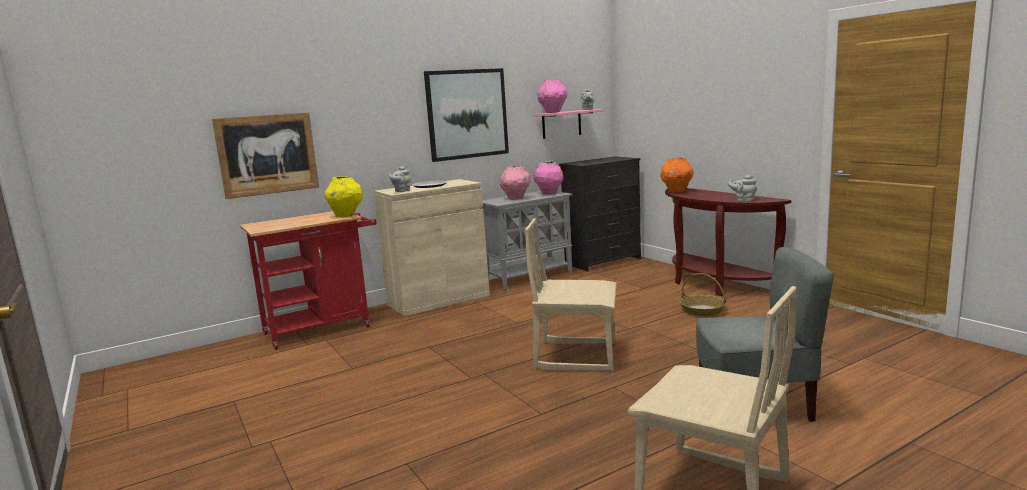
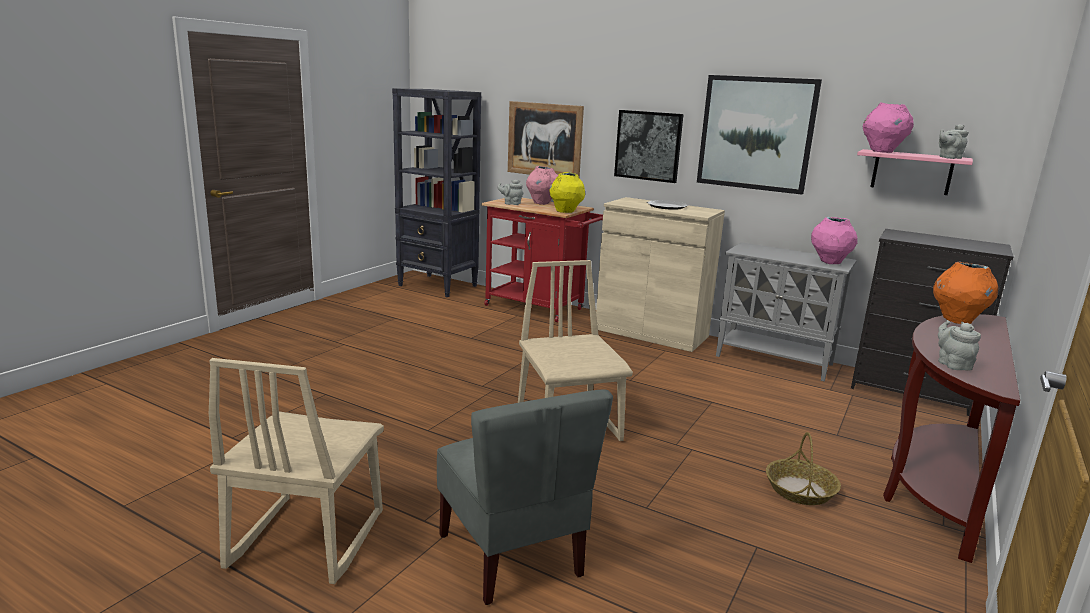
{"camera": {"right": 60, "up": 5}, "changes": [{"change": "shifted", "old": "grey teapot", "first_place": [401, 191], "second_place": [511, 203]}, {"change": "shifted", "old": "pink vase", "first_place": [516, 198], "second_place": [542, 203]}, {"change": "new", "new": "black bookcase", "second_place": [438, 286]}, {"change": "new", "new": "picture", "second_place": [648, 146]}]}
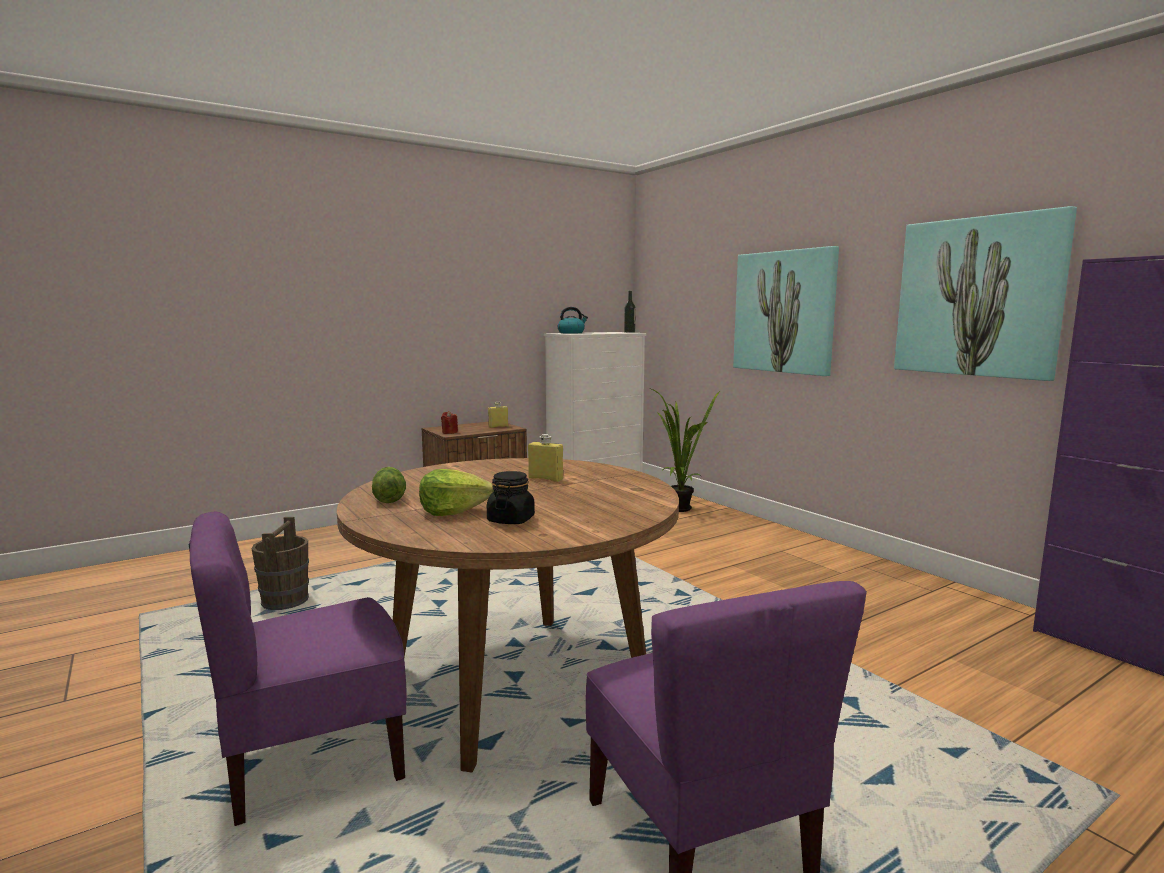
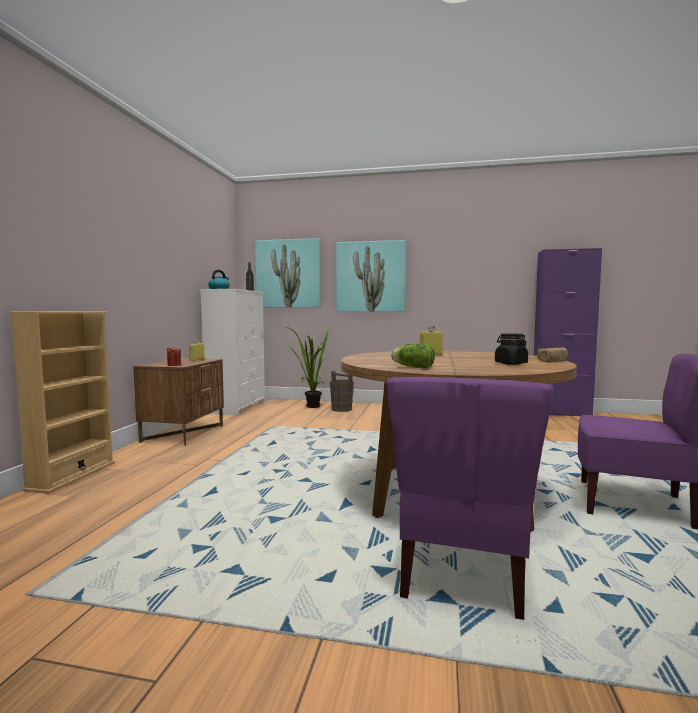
{"camera": {"right": -45, "up": -5}, "changes": [{"change": "shifted", "old": "brown bucket", "first_place": [285, 601], "second_place": [341, 409]}, {"change": "gone", "old": "lettuce", "first_place": [453, 511]}, {"change": "shifted", "old": "picture", "first_place": [978, 297], "second_place": [288, 274]}, {"change": "new", "new": "beige bookcase", "second_place": [72, 476]}, {"change": "new", "new": "bread", "second_place": [553, 361]}]}
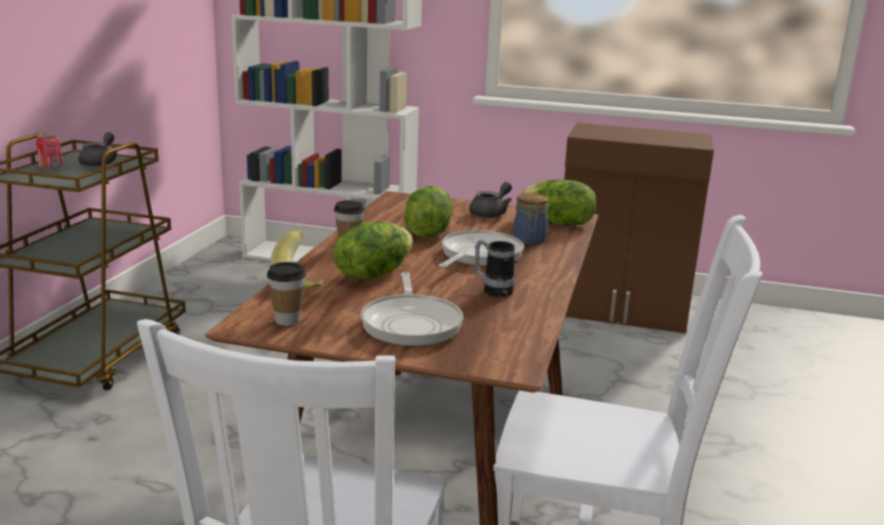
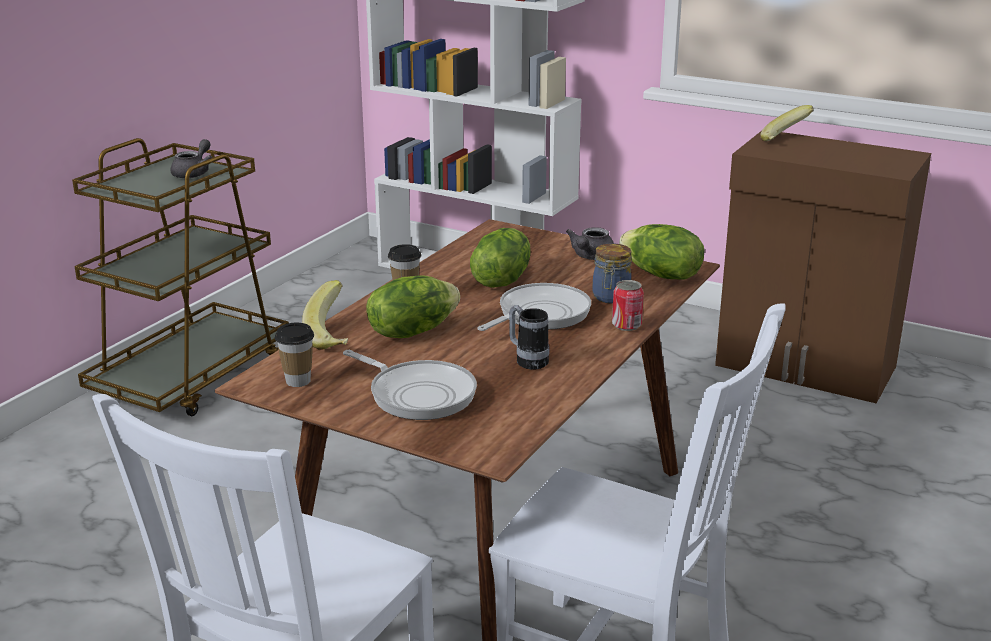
{"camera": {"right": 15, "up": 5}, "changes": [{"change": "shifted", "old": "can", "first_place": [51, 167], "second_place": [626, 325]}, {"change": "rotated", "old": "frying pan", "first_place": [411, 323], "second_place": [418, 394], "degrees": -60}, {"change": "rotated", "old": "grey teapot", "first_place": [491, 213], "second_place": [590, 257], "degrees": 150}, {"change": "new", "new": "banana", "second_place": [785, 140]}]}
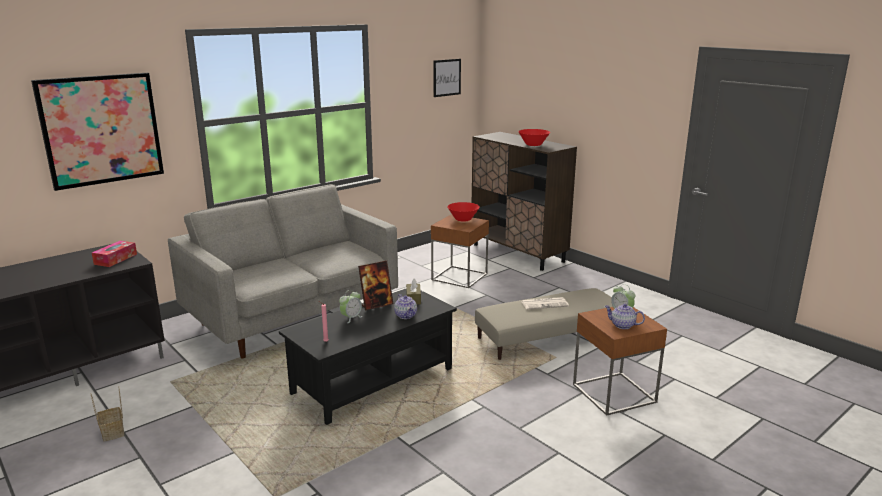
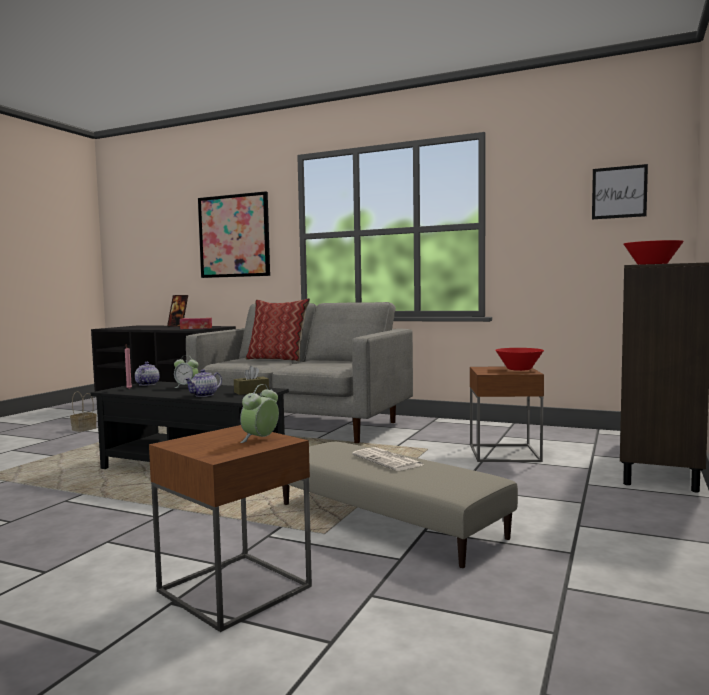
{"camera": {"right": 65, "up": -15}, "changes": [{"change": "shifted", "old": "picture frame", "first_place": [376, 304], "second_place": [178, 326]}, {"change": "shifted", "old": "teapot", "first_place": [622, 325], "second_place": [147, 384]}, {"change": "new", "new": "pillow", "second_place": [278, 359]}]}
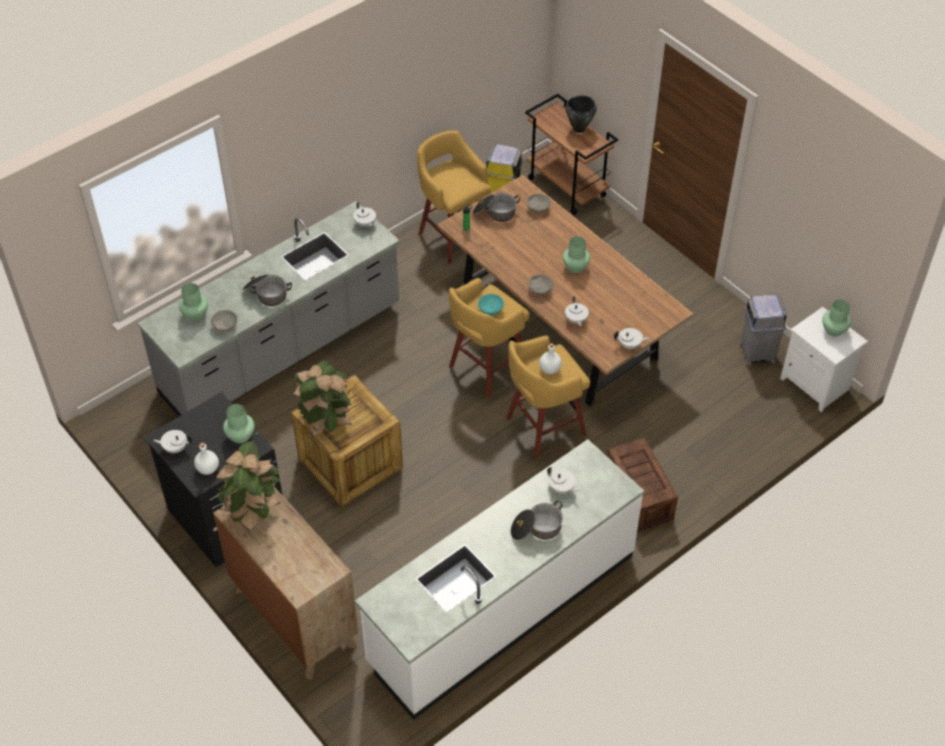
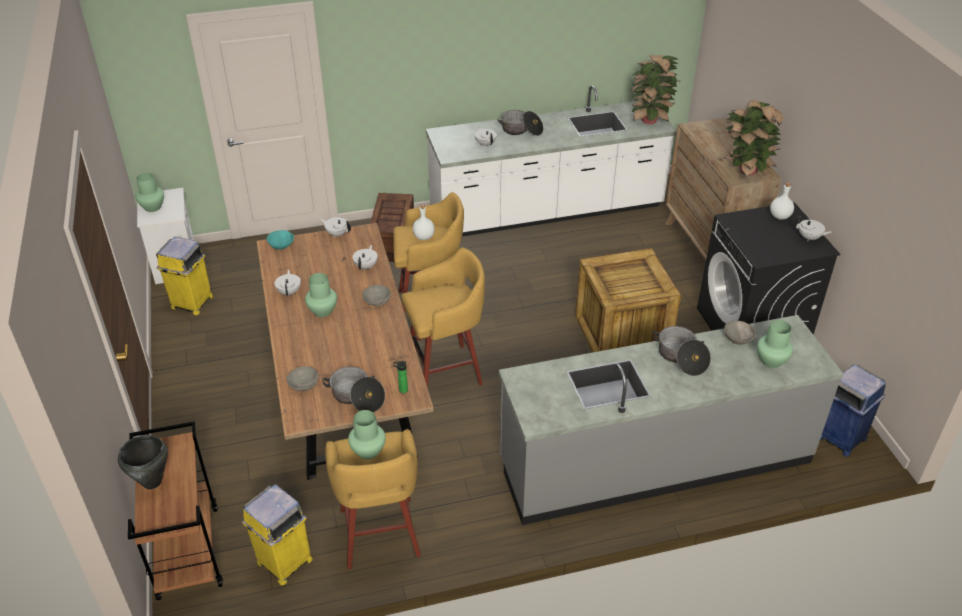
{"camera": {"right": -155, "up": -10}, "changes": [{"change": "shifted", "old": "green vase", "first_place": [240, 436], "second_place": [368, 451]}, {"change": "shifted", "old": "potted plant", "first_place": [325, 421], "second_place": [650, 121]}, {"change": "shifted", "old": "white teapot", "first_place": [365, 224], "second_place": [289, 292]}, {"change": "shifted", "old": "turquoise bowl", "first_place": [491, 309], "second_place": [281, 245]}, {"change": "repainted", "old": "grey trash can", "new": "yellow trash can", "first_place": [757, 352], "second_place": [191, 303]}, {"change": "new", "new": "blue trash can", "second_place": [840, 437]}]}
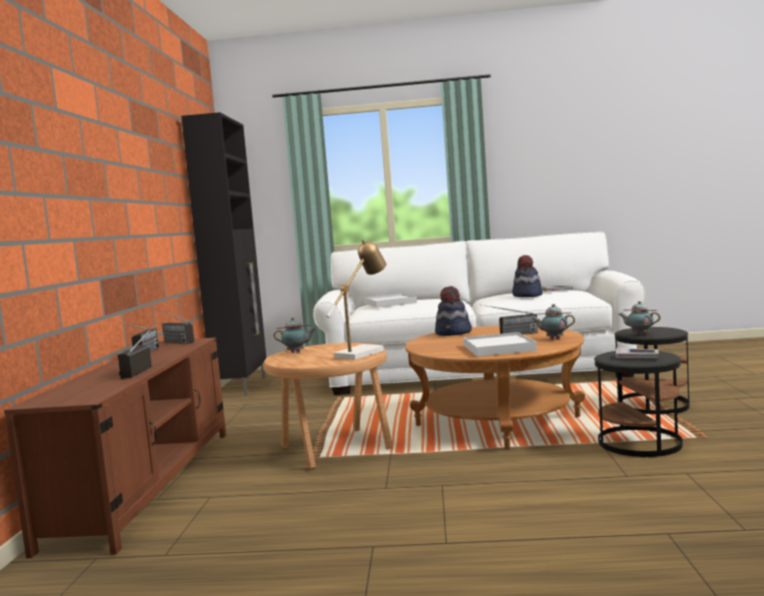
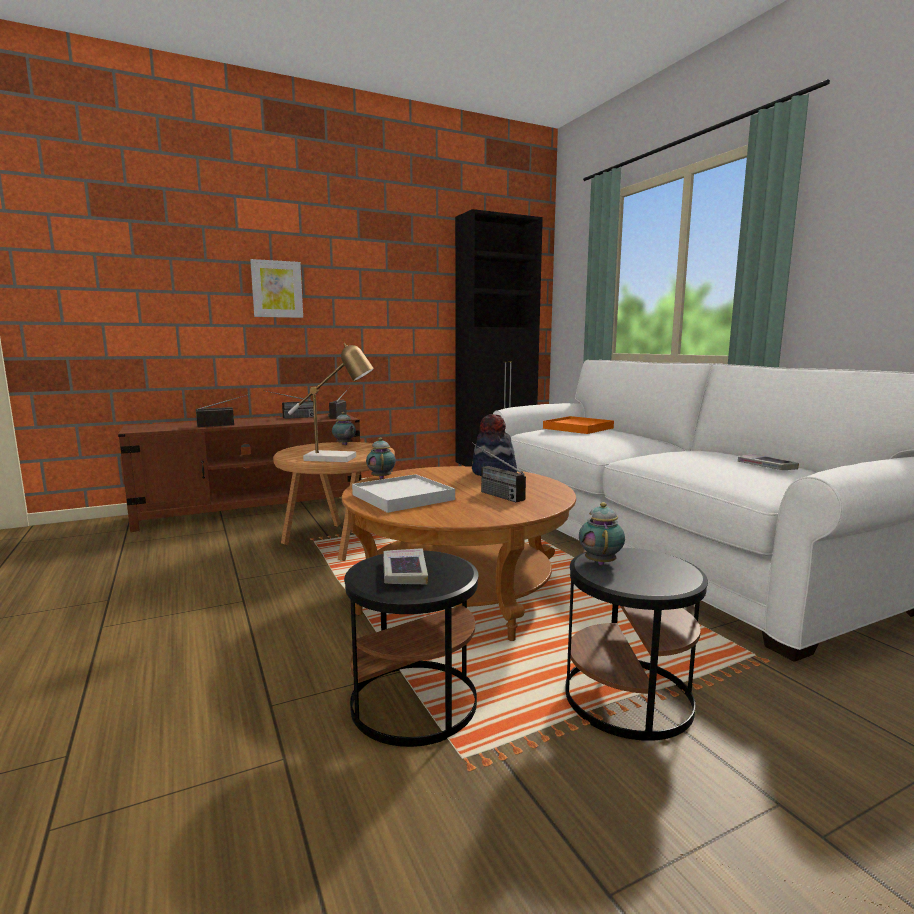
{"camera": {"right": 60, "up": 5}, "changes": [{"change": "repainted", "old": "white tray", "new": "orange tray", "first_place": [390, 303], "second_place": [578, 428]}, {"change": "gone", "old": "hat", "first_place": [527, 295]}, {"change": "shifted", "old": "teapot", "first_place": [553, 339], "second_place": [381, 478]}, {"change": "new", "new": "picture", "second_place": [277, 289]}]}
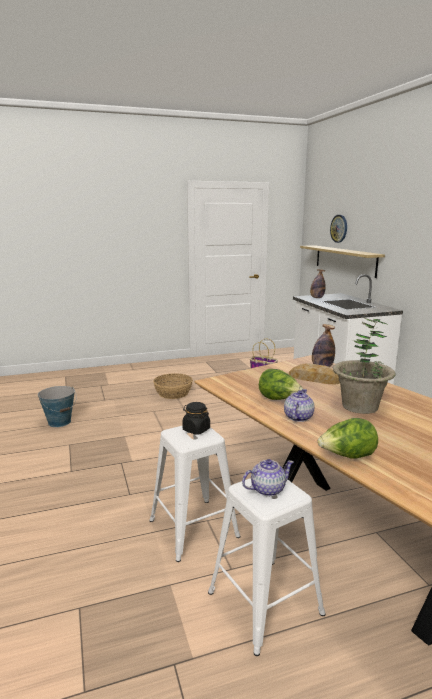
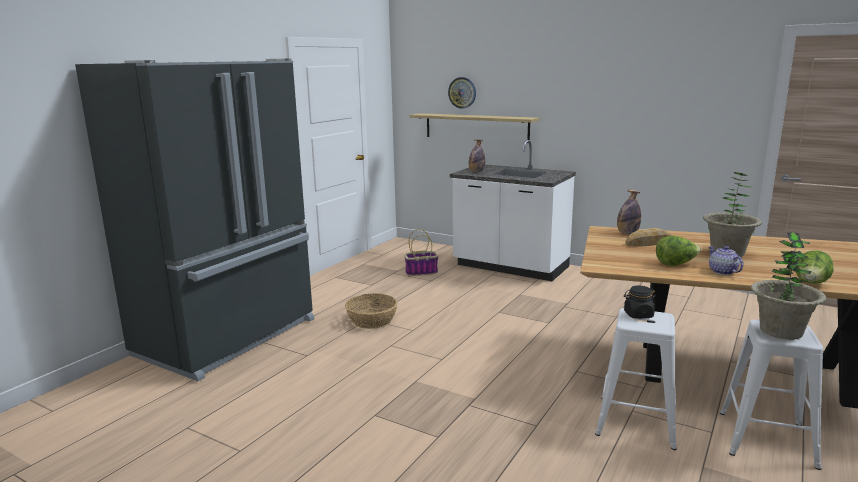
{"camera": {"right": -40, "up": 0}, "changes": [{"change": "gone", "old": "bucket", "first_place": [59, 422]}, {"change": "swapped", "old": "teapot", "new": "potted plant", "first_place": [267, 489], "second_place": [780, 331]}, {"change": "new", "new": "black fridge", "second_place": [230, 337]}]}
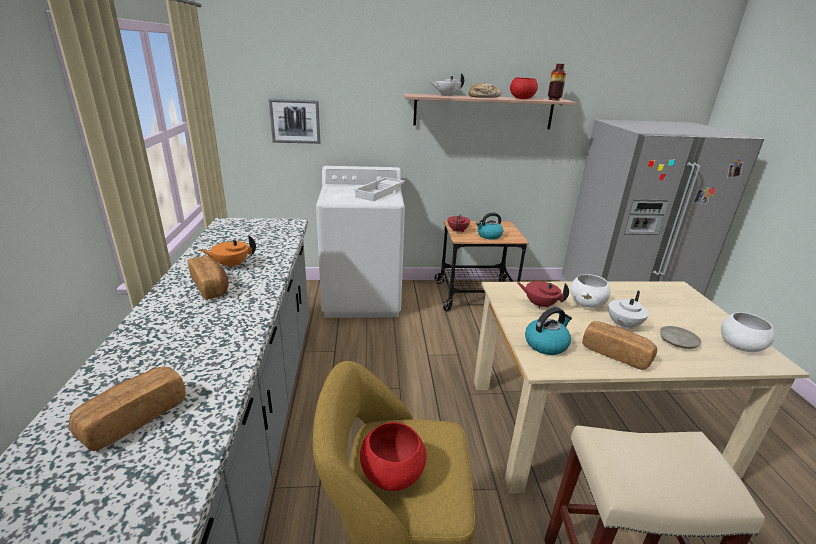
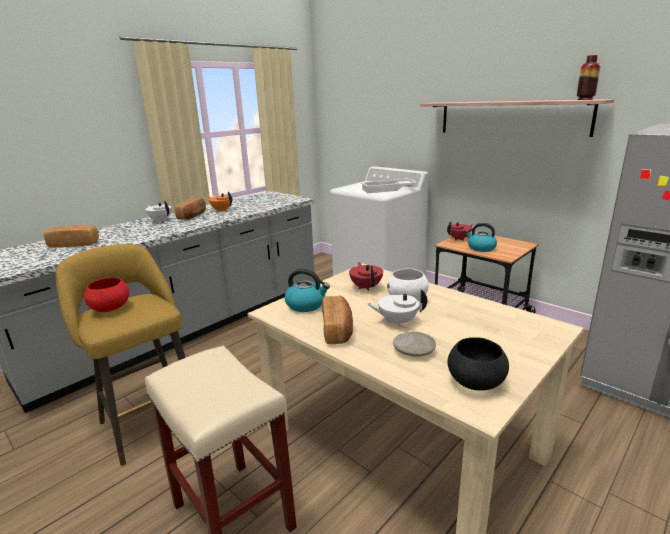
{"camera": {"right": 50, "up": -5}, "changes": [{"change": "gone", "old": "picture", "first_place": [295, 121]}, {"change": "shifted", "old": "white teapot", "first_place": [446, 95], "second_place": [160, 220]}, {"change": "gone", "old": "bread", "first_place": [483, 97]}, {"change": "gone", "old": "red bowl", "first_place": [522, 98]}, {"change": "repainted", "old": "white bowl", "new": "black bowl", "first_place": [739, 346], "second_place": [475, 382]}]}
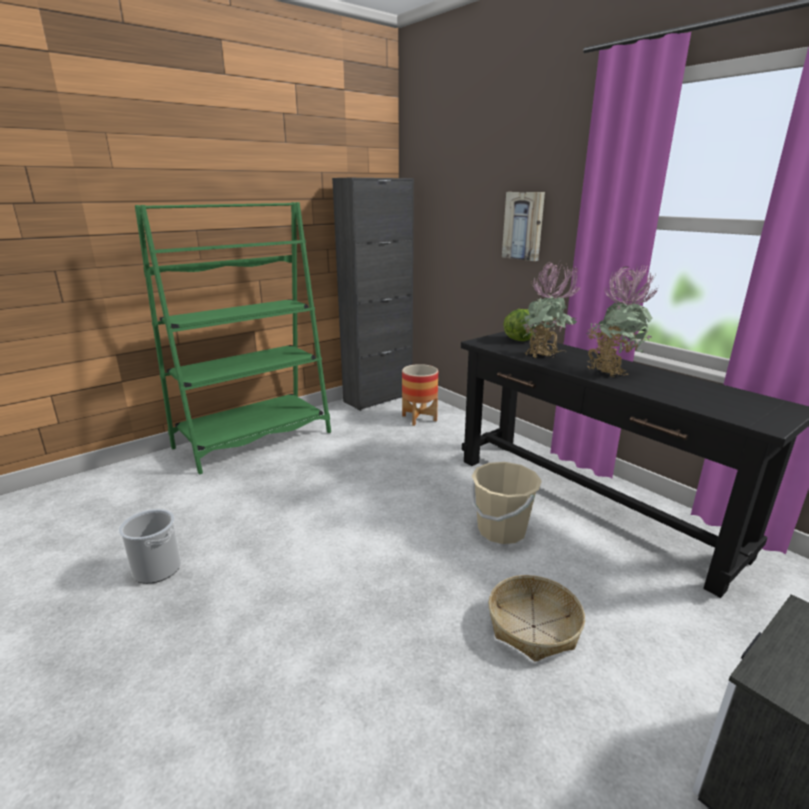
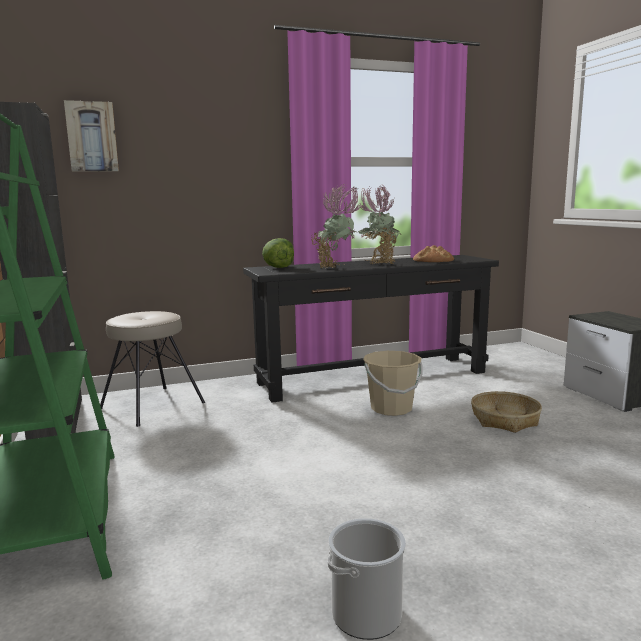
{"camera": {"right": -70, "up": -10}, "changes": [{"change": "swapped", "old": "planter", "new": "beige stool", "first_place": [419, 418], "second_place": [151, 405]}, {"change": "shifted", "old": "picture", "first_place": [524, 226], "second_place": [92, 137]}, {"change": "new", "new": "bread", "second_place": [433, 260]}]}
